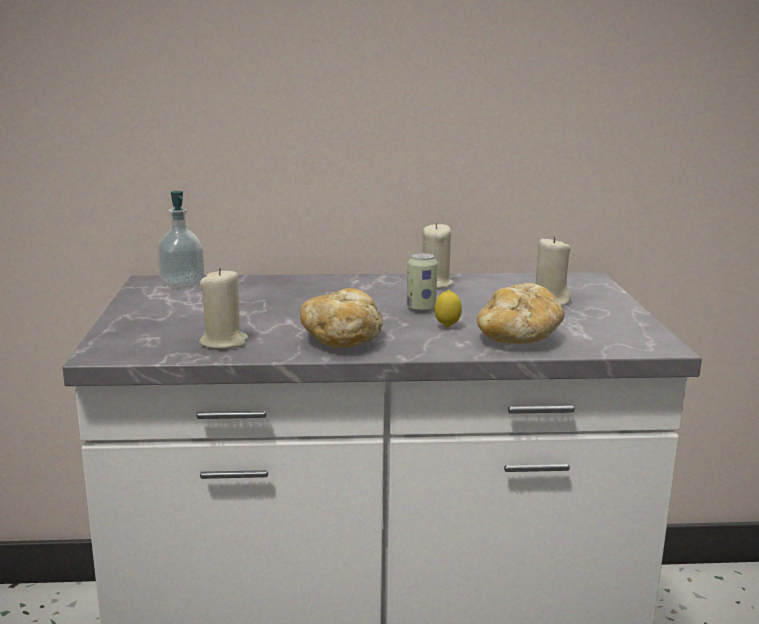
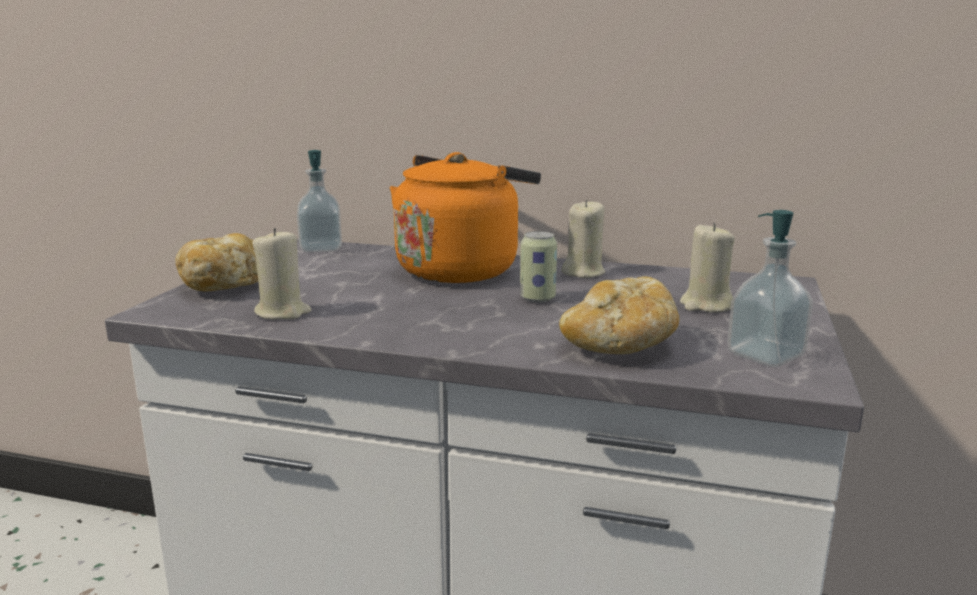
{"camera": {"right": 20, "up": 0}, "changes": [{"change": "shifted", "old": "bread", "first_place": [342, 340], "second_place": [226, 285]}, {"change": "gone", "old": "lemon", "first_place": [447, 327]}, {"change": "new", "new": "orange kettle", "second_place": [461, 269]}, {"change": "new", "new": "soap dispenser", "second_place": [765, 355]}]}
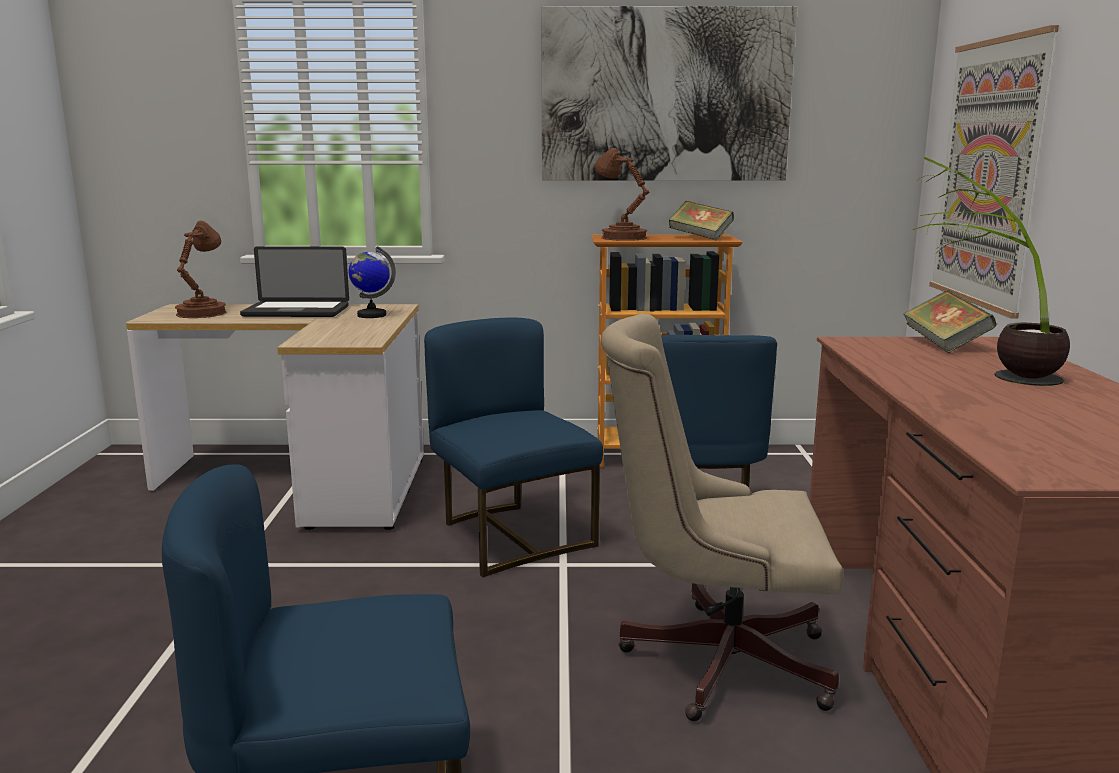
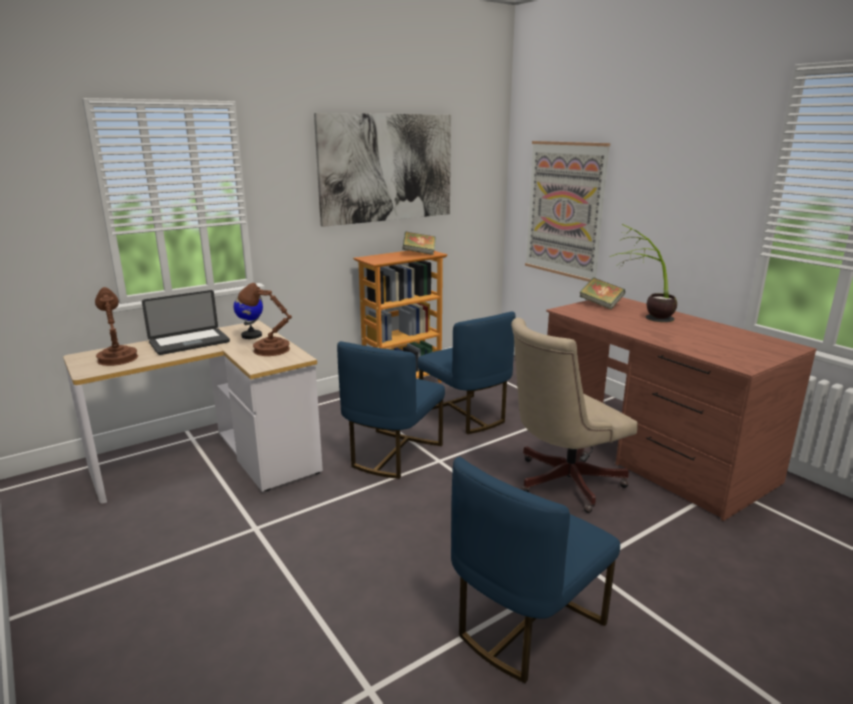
{"camera": {"right": -35, "up": 5}, "changes": [{"change": "rotated", "old": "blue chair", "first_place": [511, 536], "second_place": [392, 454], "degrees": -90}, {"change": "shifted", "old": "brown table lamp", "first_place": [621, 237], "second_place": [268, 349]}]}
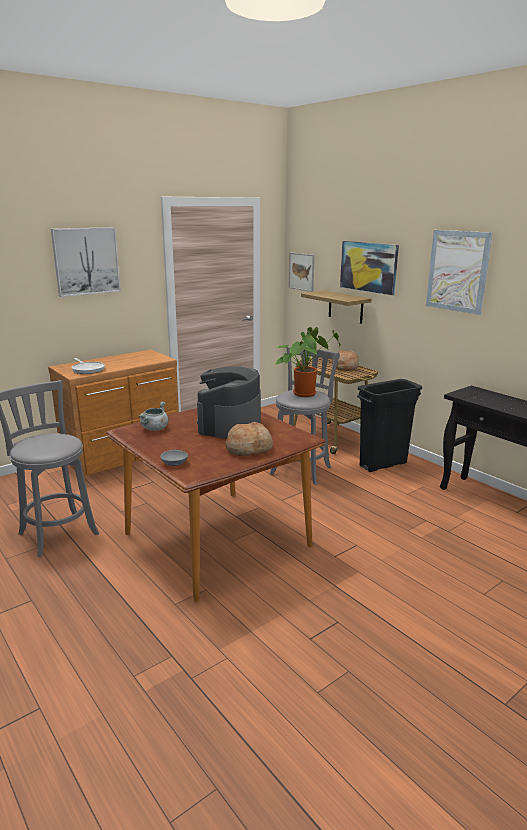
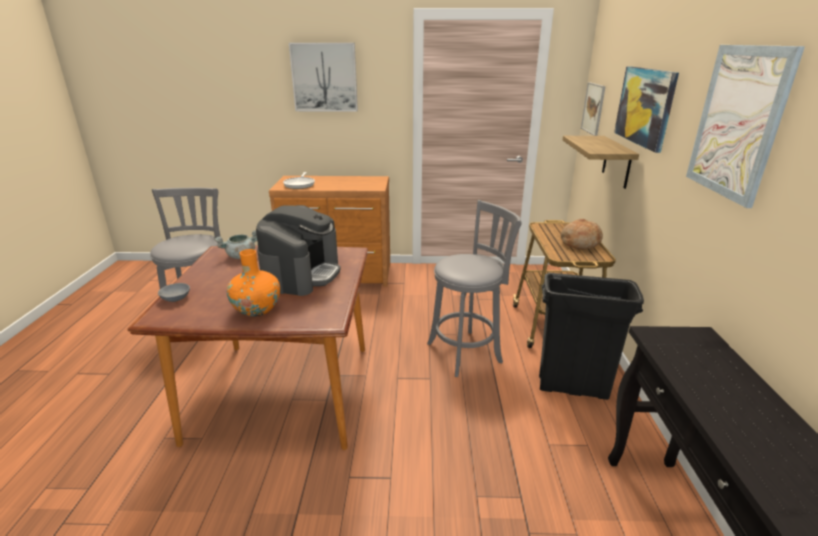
{"camera": {"right": 40, "up": 5}, "changes": [{"change": "rotated", "old": "coffee machine", "first_place": [229, 424], "second_place": [302, 274], "degrees": 135}, {"change": "swapped", "old": "bread", "new": "orange vase", "first_place": [249, 448], "second_place": [257, 309]}, {"change": "gone", "old": "potted plant", "first_place": [305, 393]}]}
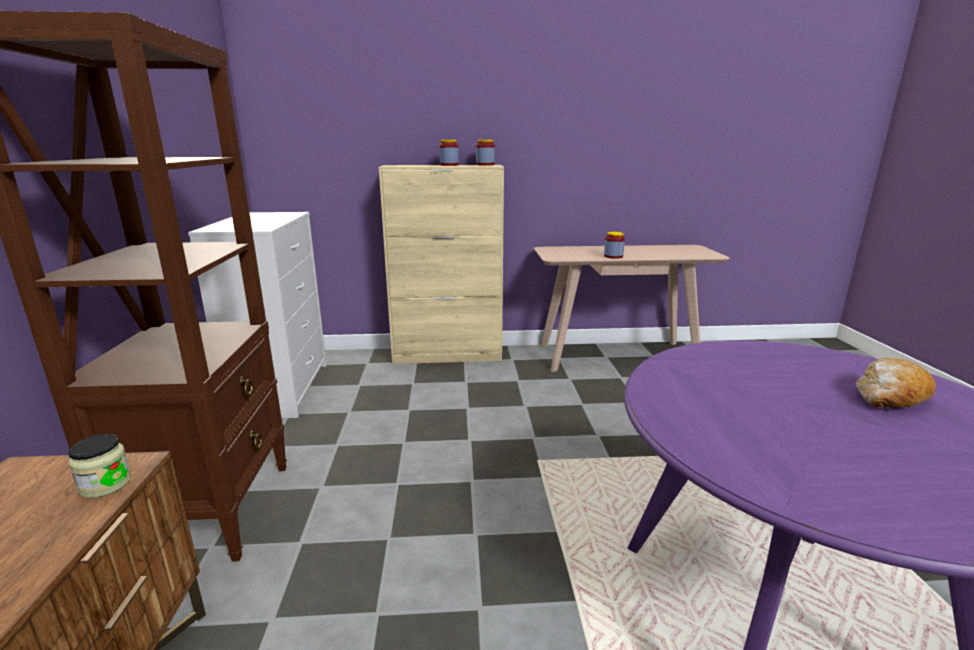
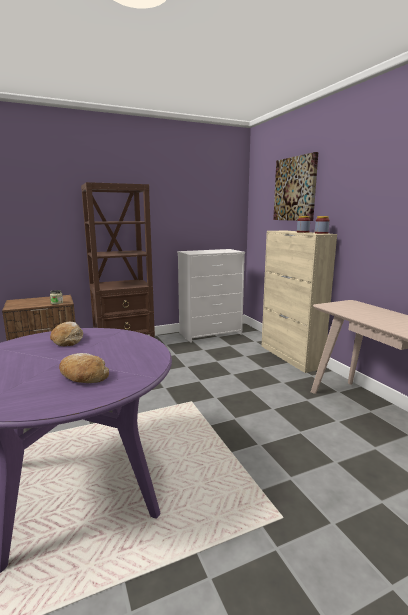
{"camera": {"right": 70, "up": -5}, "changes": [{"change": "gone", "old": "jar", "first_place": [613, 256]}, {"change": "new", "new": "bread", "second_place": [68, 340]}, {"change": "new", "new": "picture", "second_place": [295, 189]}]}
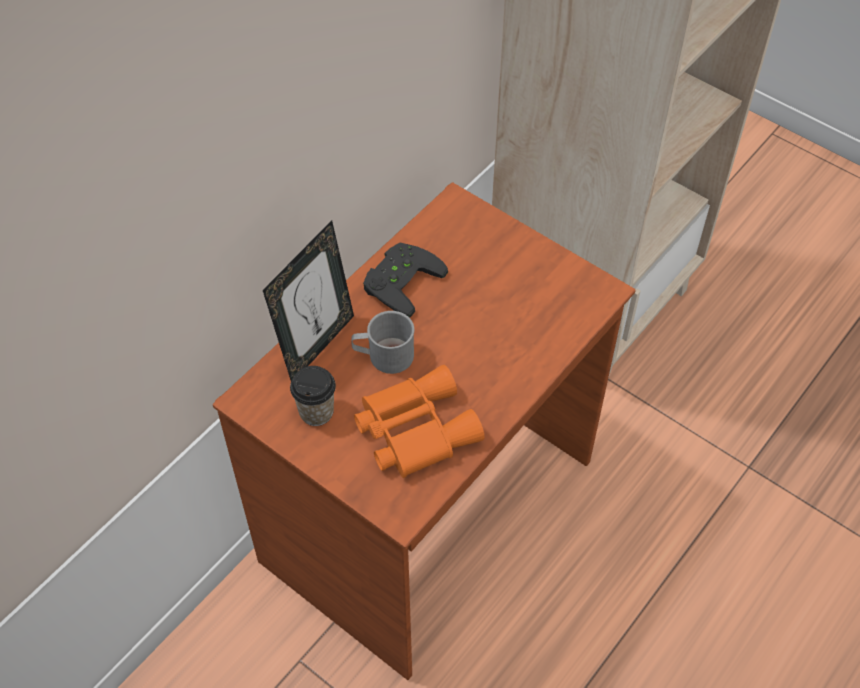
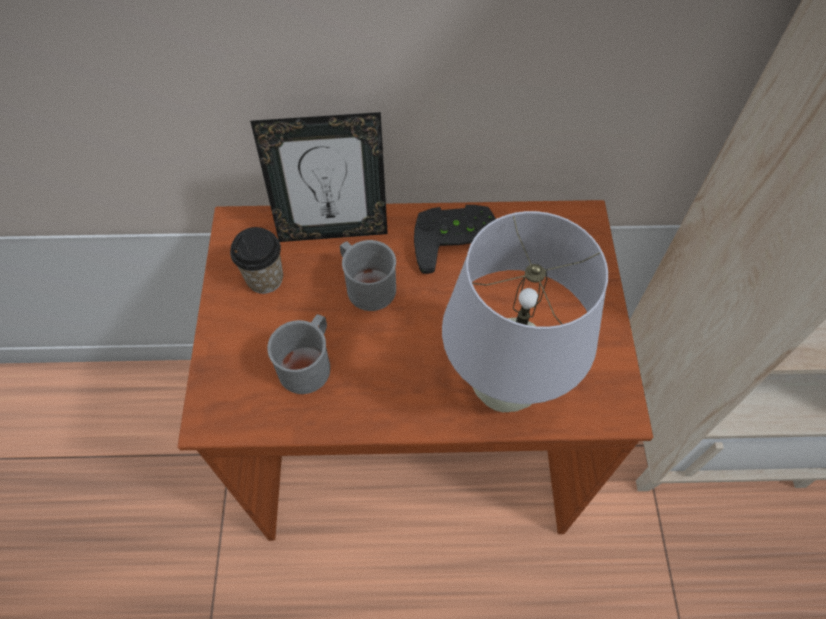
{"camera": {"right": 50, "up": 5}, "changes": [{"change": "swapped", "old": "orange binoculars", "new": "grey mug", "first_place": [413, 428], "second_place": [309, 362]}, {"change": "new", "new": "white table lamp", "second_place": [503, 389]}]}
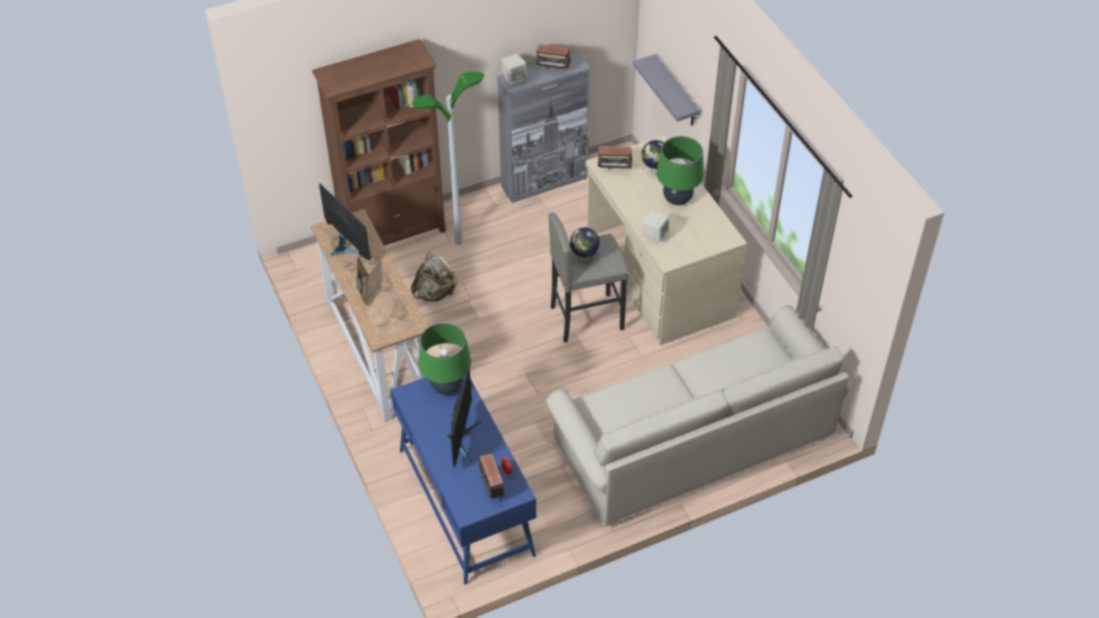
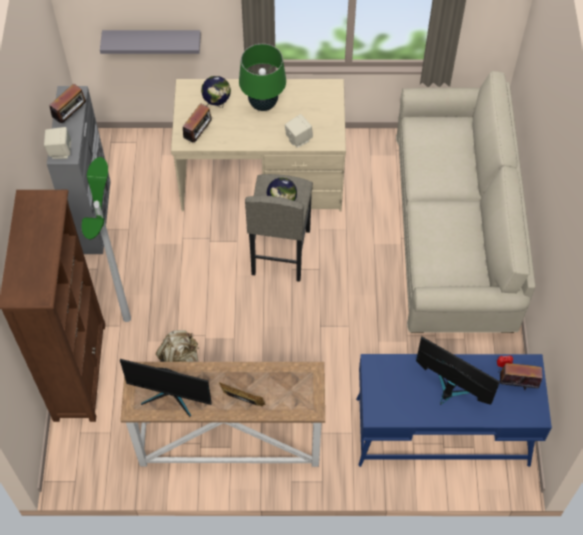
{"camera": {"right": -65, "up": 10}, "changes": [{"change": "rotated", "old": "monitor", "first_place": [346, 246], "second_place": [171, 396], "degrees": -150}, {"change": "gone", "old": "green table lamp", "first_place": [446, 387]}]}
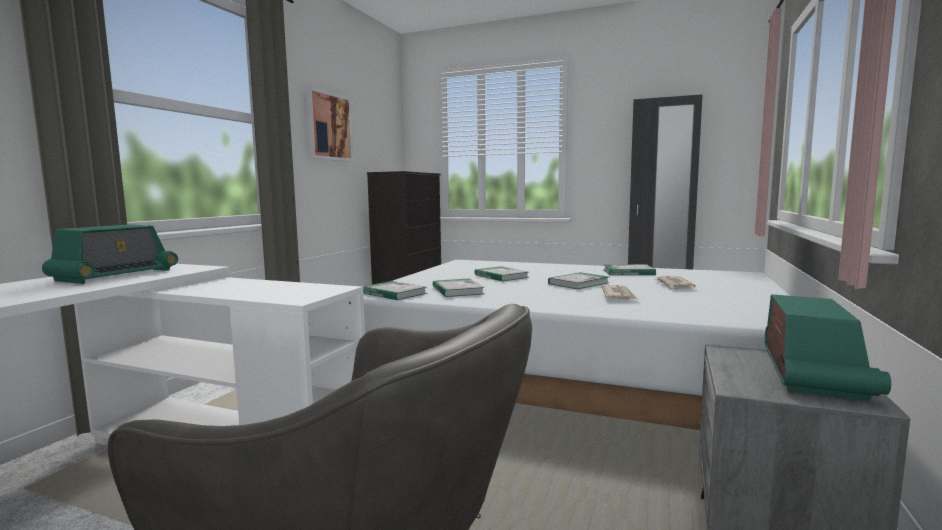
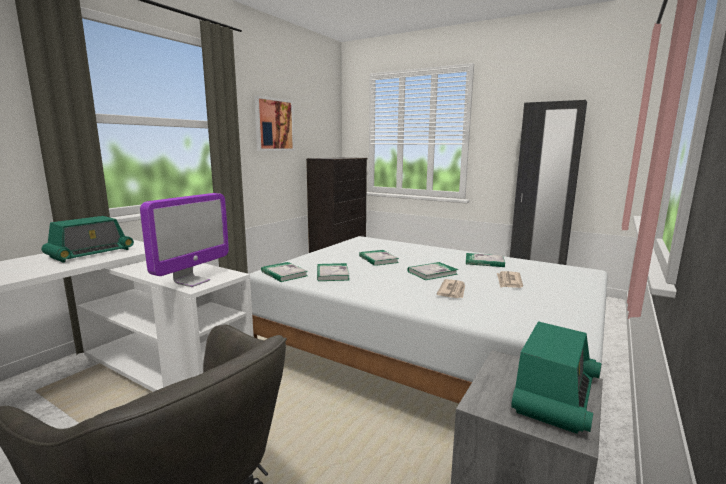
{"camera": {"right": 10, "up": 5}, "changes": [{"change": "new", "new": "monitor", "second_place": [192, 282]}]}
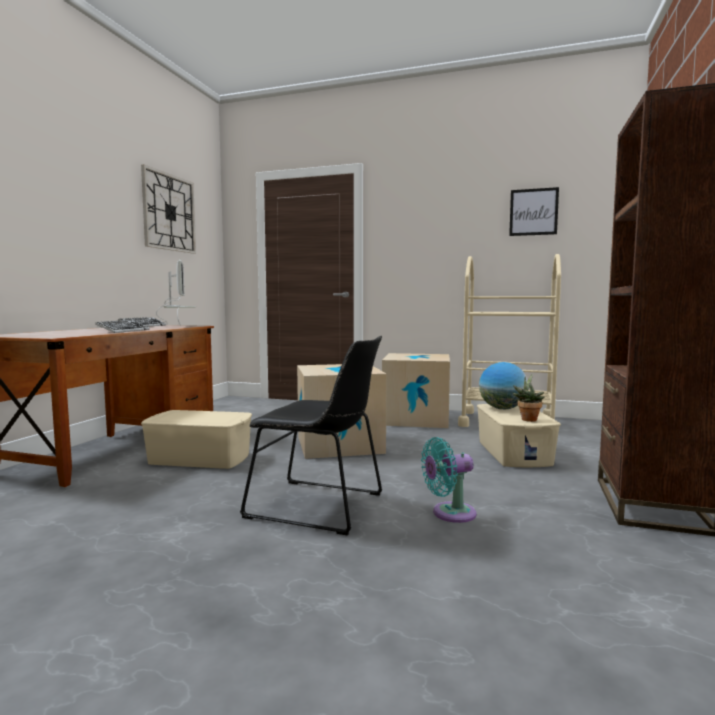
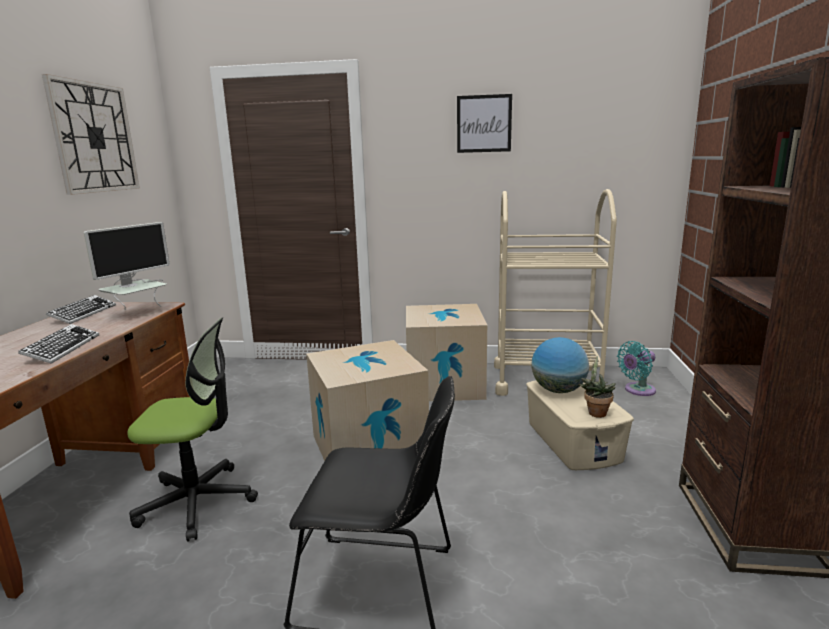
{"camera": {"right": -10, "up": 10}, "changes": [{"change": "swapped", "old": "beige storage box", "new": "office chair", "first_place": [200, 459], "second_place": [197, 502]}, {"change": "rotated", "old": "monitor", "first_place": [179, 326], "second_place": [138, 313], "degrees": 60}, {"change": "shifted", "old": "turquoise fan", "first_place": [449, 513], "second_place": [637, 390]}, {"change": "shifted", "old": "picture", "first_place": [533, 212], "second_place": [484, 124]}]}
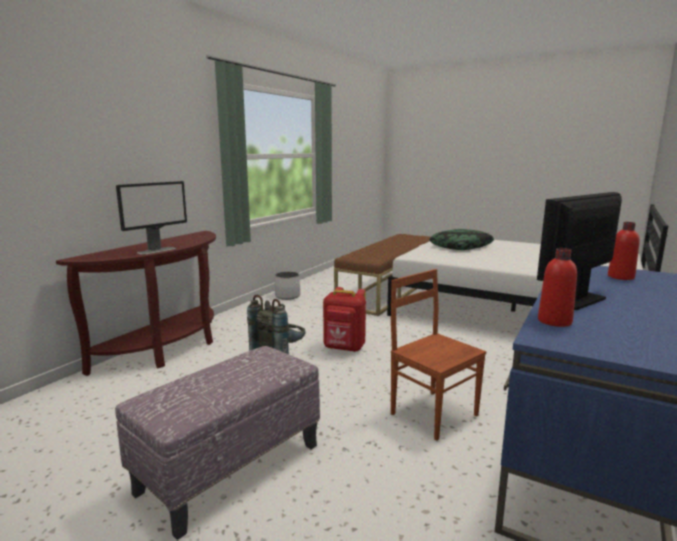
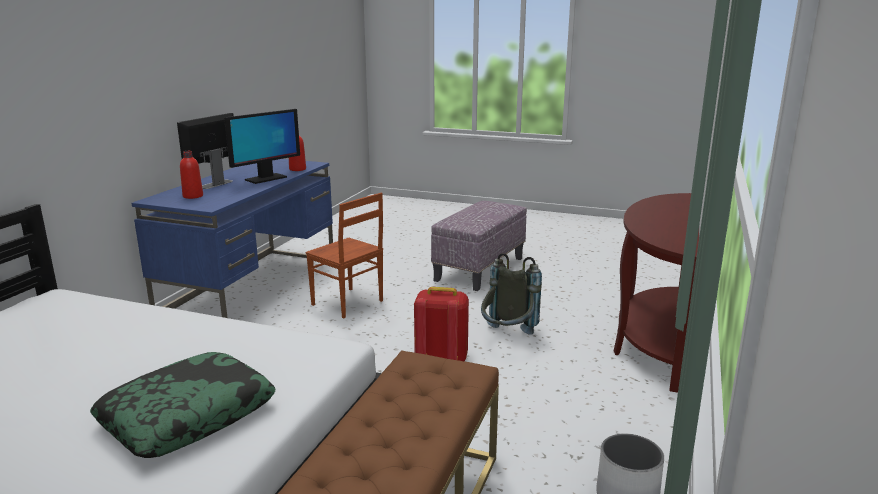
{"camera": {"right": 170, "up": 5}, "changes": [{"change": "shifted", "old": "monitor", "first_place": [157, 250], "second_place": [215, 184]}]}
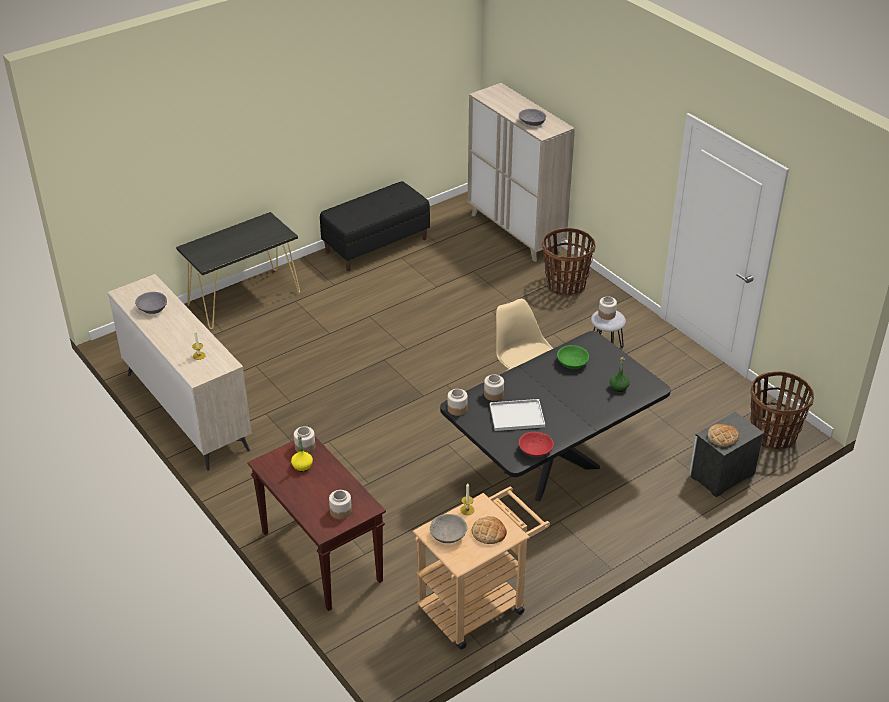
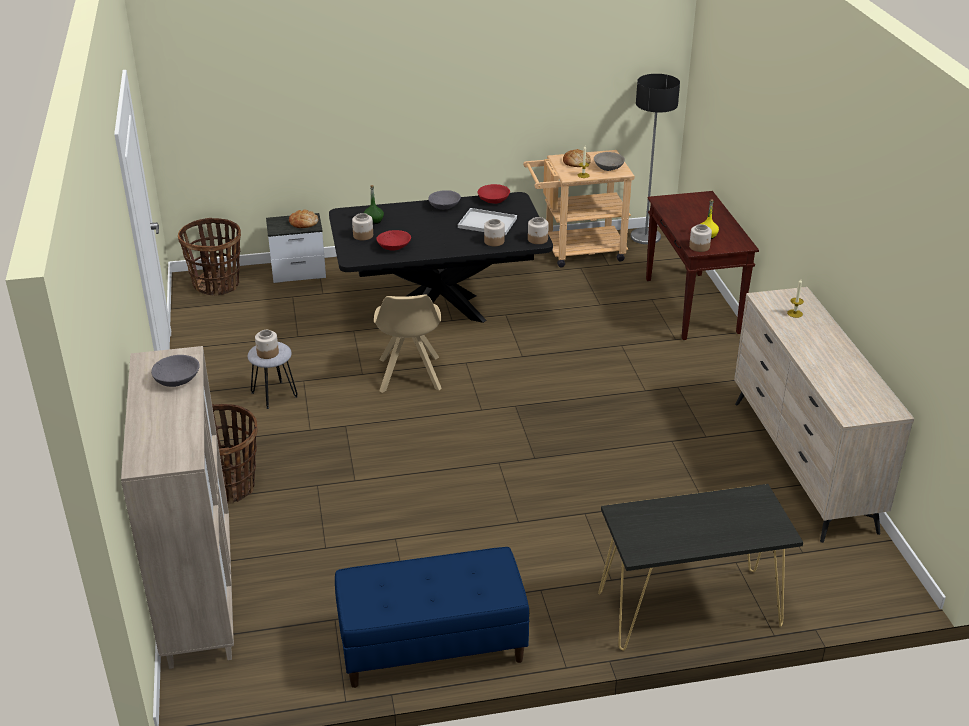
{"camera": {"right": -155, "up": -5}, "changes": [{"change": "shifted", "old": "grey bowl", "first_place": [152, 308], "second_place": [444, 206]}, {"change": "repainted", "old": "black bench", "new": "blue bench", "first_place": [376, 245], "second_place": [431, 647]}, {"change": "shifted", "old": "jar", "first_place": [340, 511], "second_place": [363, 235]}, {"change": "repainted", "old": "green bowl", "new": "red bowl", "first_place": [572, 362], "second_place": [394, 246]}, {"change": "new", "new": "floor lamp", "second_place": [645, 236]}]}
